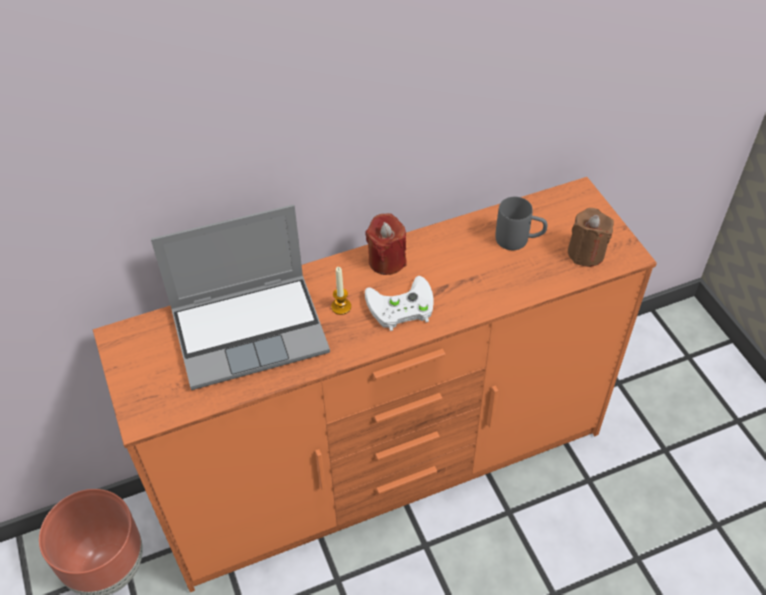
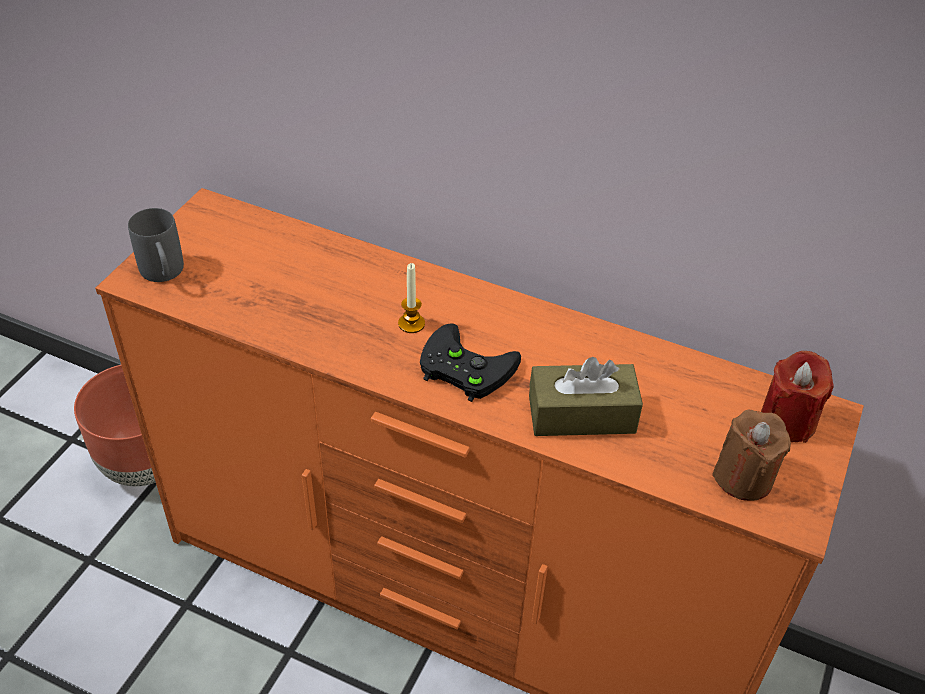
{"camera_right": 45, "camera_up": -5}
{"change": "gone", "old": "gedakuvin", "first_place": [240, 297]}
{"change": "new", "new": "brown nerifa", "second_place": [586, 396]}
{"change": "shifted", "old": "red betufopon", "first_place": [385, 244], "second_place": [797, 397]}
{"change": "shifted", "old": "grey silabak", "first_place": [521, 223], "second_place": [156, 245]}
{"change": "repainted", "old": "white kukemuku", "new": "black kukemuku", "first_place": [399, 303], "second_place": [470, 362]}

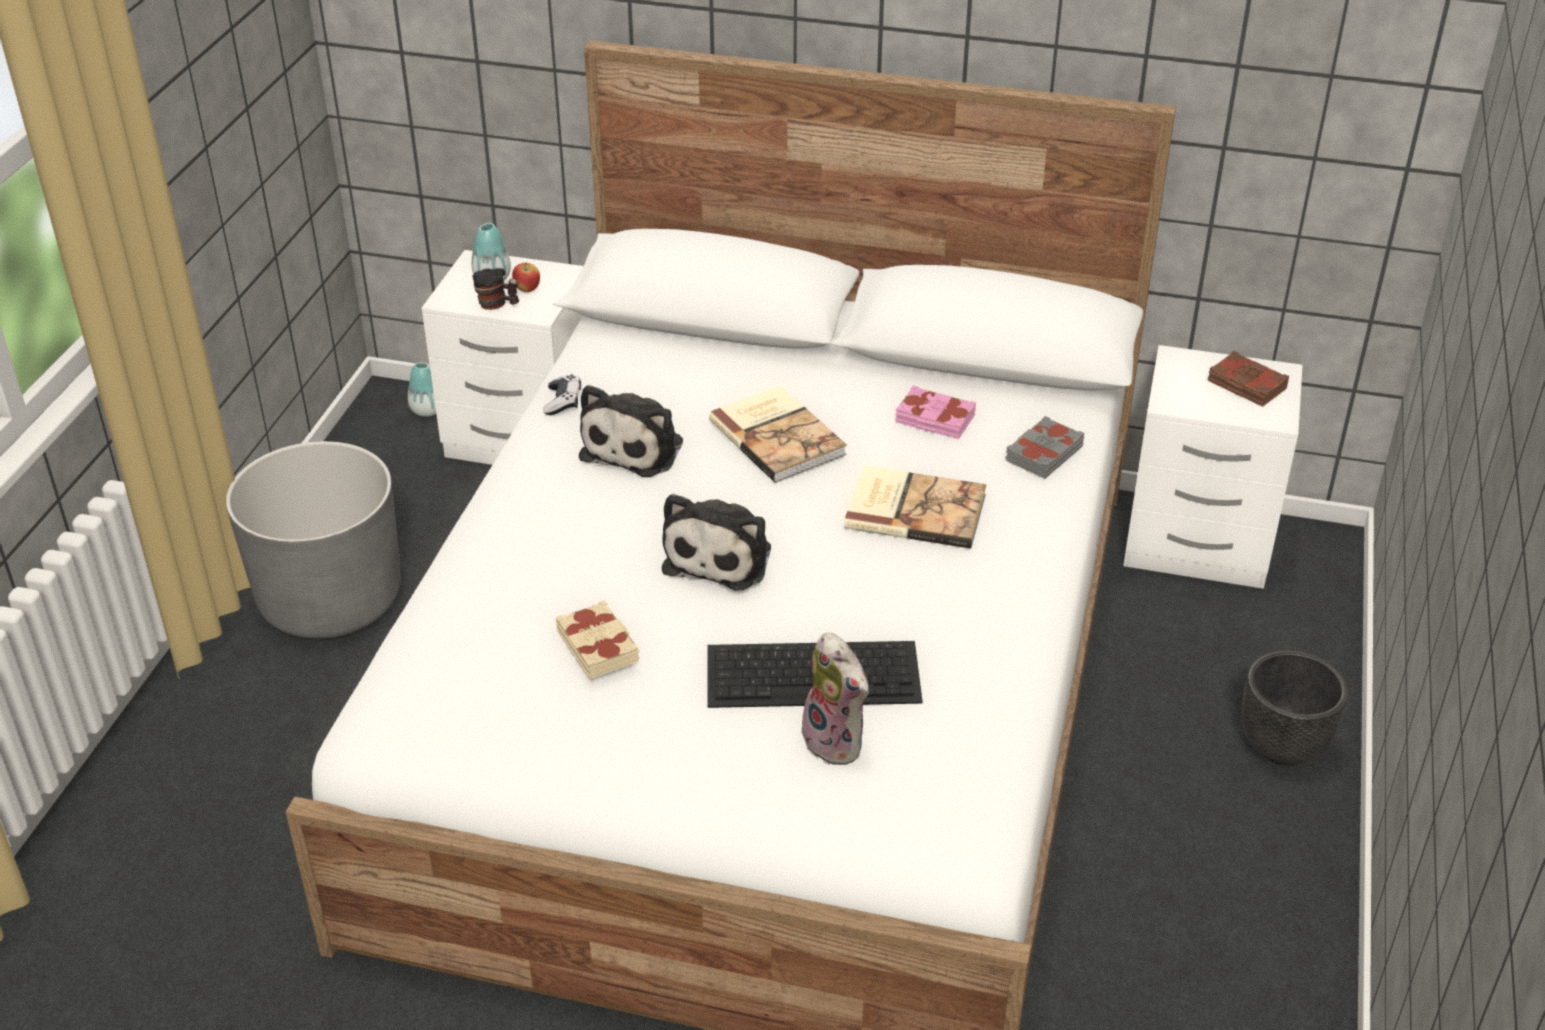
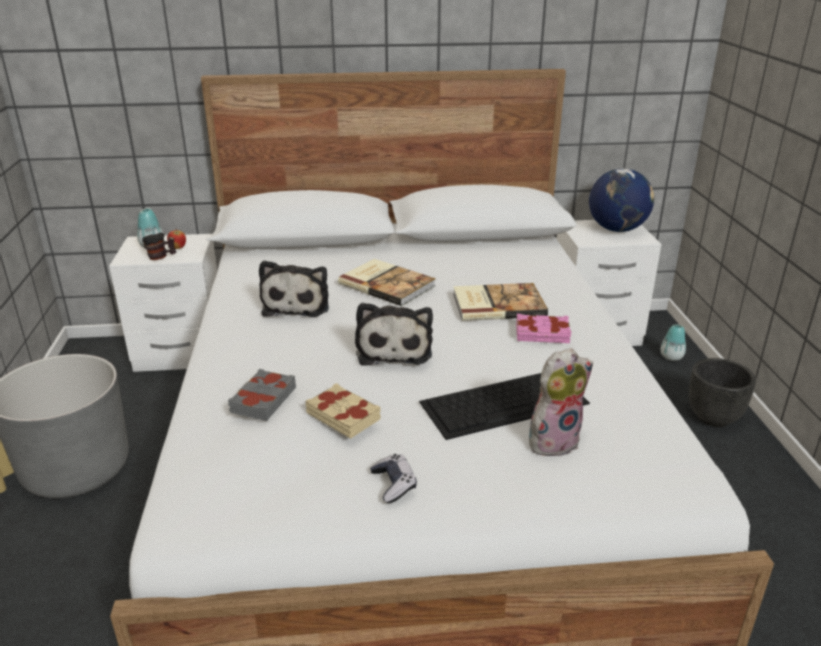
{"camera_right": -20, "camera_up": -10}
{"change": "shifted", "old": "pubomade", "first_place": [422, 389], "second_place": [673, 342]}
{"change": "shifted", "old": "kukemuku", "first_place": [562, 394], "second_place": [393, 478]}
{"change": "shifted", "old": "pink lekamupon", "first_place": [935, 412], "second_place": [544, 328]}
{"change": "shifted", "old": "grey lekamupon", "first_place": [1045, 447], "second_place": [262, 395]}
{"change": "swapped", "old": "brown lekamupon", "new": "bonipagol", "first_place": [1248, 379], "second_place": [621, 200]}
{"change": "rotated", "old": "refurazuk", "first_place": [834, 698], "second_place": [561, 402], "degrees": -60}

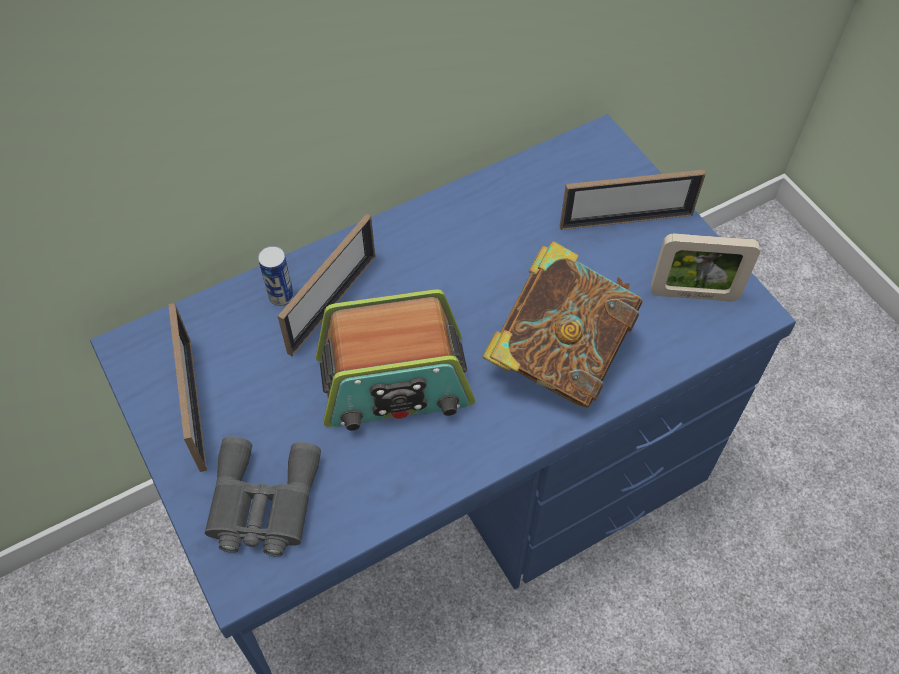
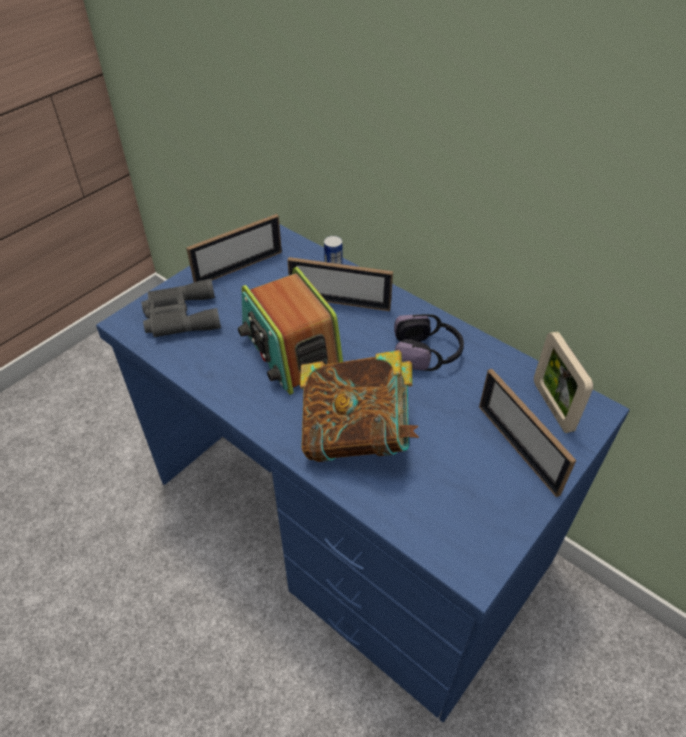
{"camera_right": 70, "camera_up": -10}
{"change": "new", "new": "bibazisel", "second_place": [429, 342]}
{"change": "shifted", "old": "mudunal", "first_place": [705, 267], "second_place": [563, 382]}

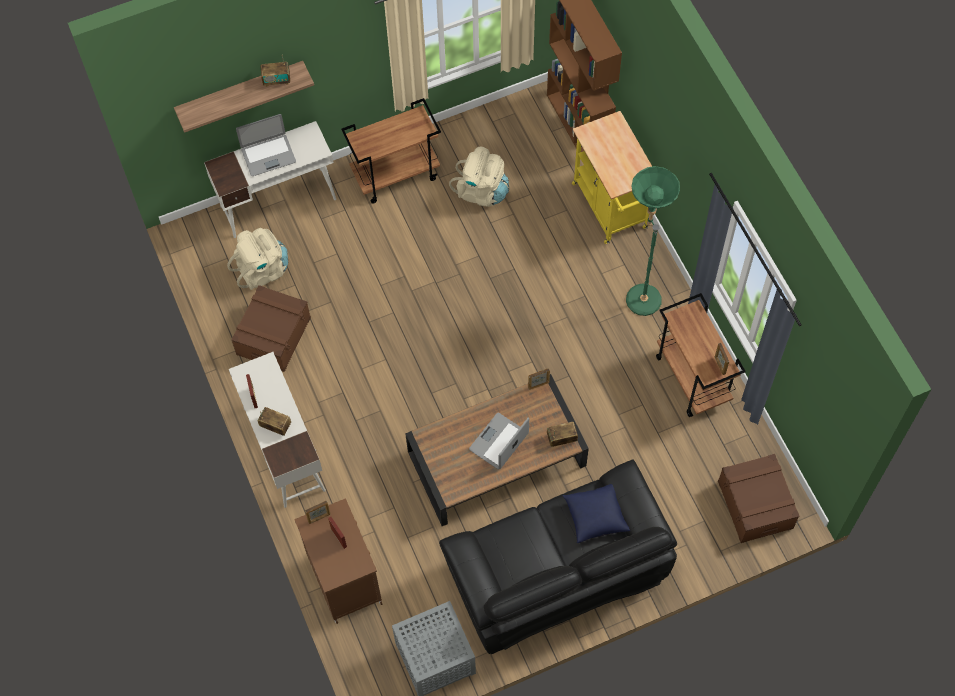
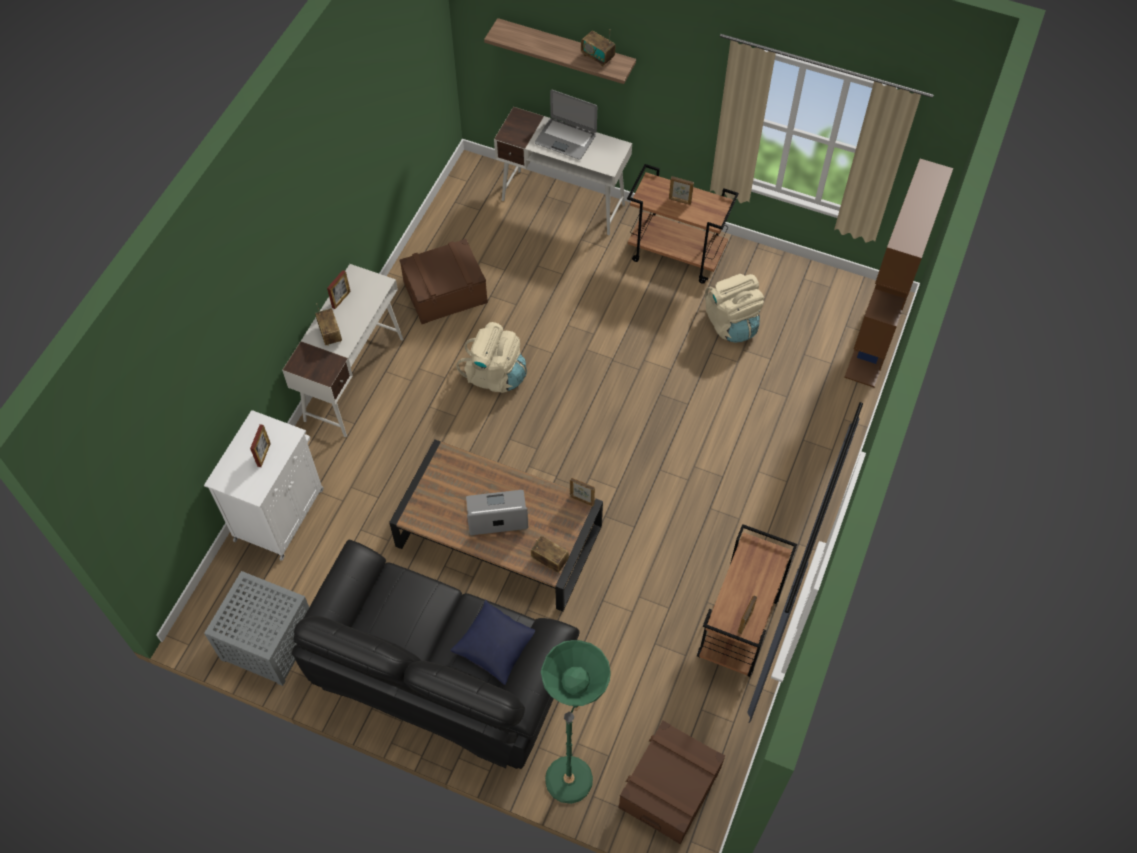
{"camera_right": 45, "camera_up": -5}
{"change": "gone", "old": "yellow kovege", "first_place": [612, 177]}
{"change": "shifted", "old": "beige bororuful", "first_place": [257, 259], "second_place": [491, 357]}
{"change": "shifted", "old": "mudunal", "first_place": [317, 512], "second_place": [681, 190]}
{"change": "shifted", "old": "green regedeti", "first_place": [653, 241], "second_place": [576, 722]}
{"change": "repainted", "old": "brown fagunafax", "new": "white fagunafax", "first_place": [338, 561], "second_place": [264, 485]}

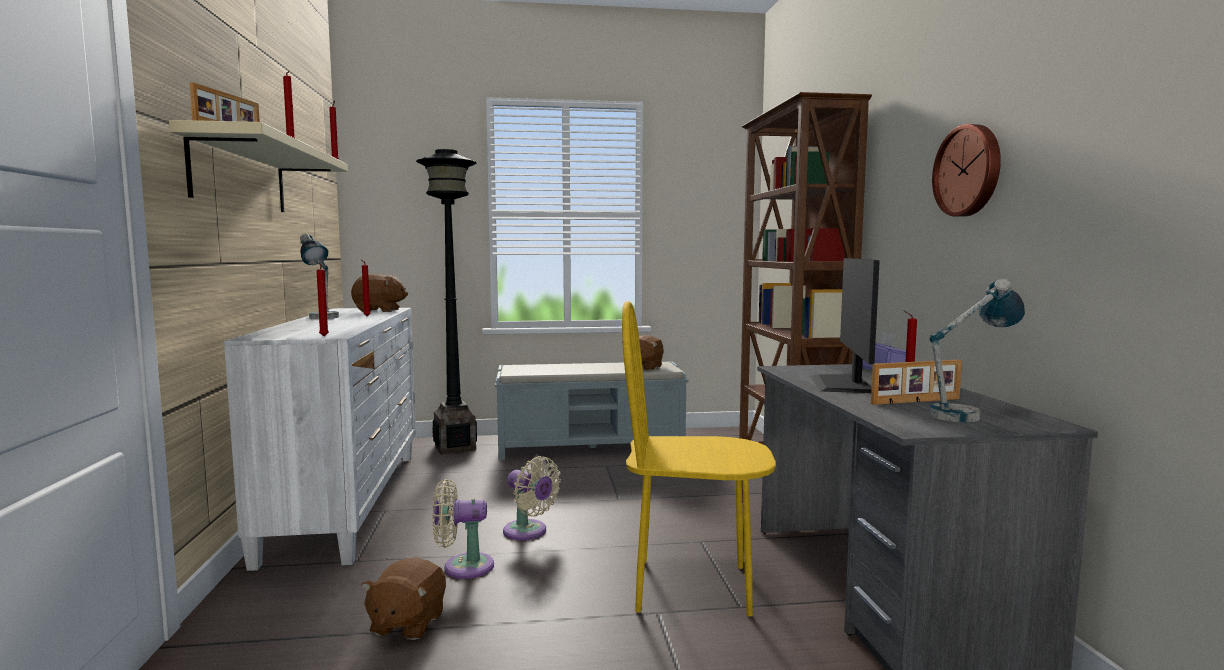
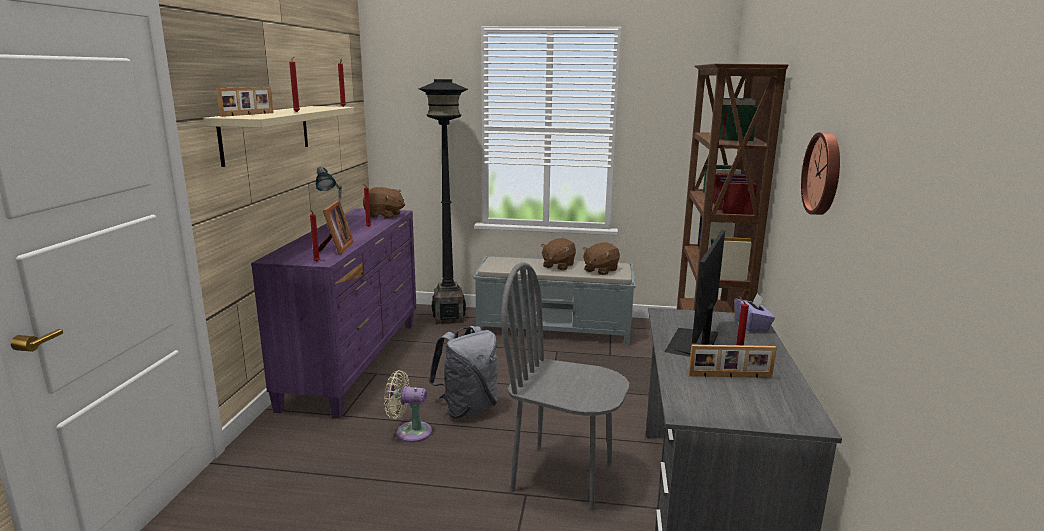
{"camera_right": 15, "camera_up": 10}
{"change": "gone", "old": "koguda", "first_place": [977, 351]}
{"change": "new", "new": "mudunal", "second_place": [336, 227]}
{"change": "shifted", "old": "brown refurazuk", "first_place": [403, 598], "second_place": [558, 254]}
{"change": "swapped", "old": "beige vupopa", "new": "grey bororuful", "first_place": [532, 498], "second_place": [463, 372]}
{"change": "repainted", "old": "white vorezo", "new": "purple vorezo", "first_place": [320, 439], "second_place": [333, 313]}
{"change": "repainted", "old": "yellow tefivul", "new": "grey tefivul", "first_place": [699, 459], "second_place": [565, 386]}

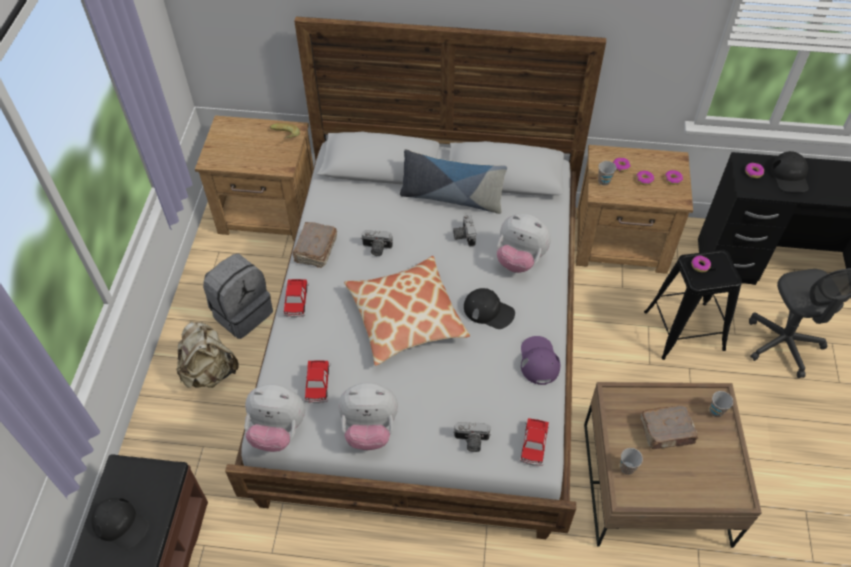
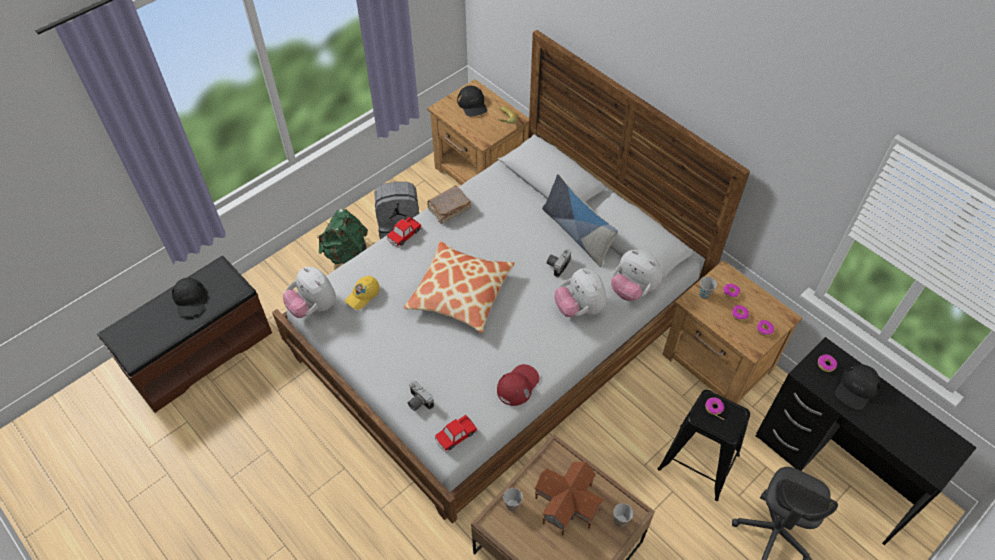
{"camera_right": 40, "camera_up": 0}
{"change": "gone", "old": "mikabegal", "first_place": [377, 243]}
{"change": "shifted", "old": "refurazuk", "first_place": [368, 416], "second_place": [637, 275]}
{"change": "shifted", "old": "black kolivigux", "first_place": [489, 308], "second_place": [472, 101]}
{"change": "swapped", "old": "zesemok", "new": "yellow kolivigux", "first_place": [317, 381], "second_place": [362, 293]}
{"change": "swapped", "old": "brown lekamupon", "new": "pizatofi", "first_place": [669, 427], "second_place": [569, 499]}
{"change": "repainted", "old": "beige bororuful", "new": "green bororuful", "first_place": [207, 355], "second_place": [342, 236]}
{"change": "repainted", "old": "purple kolivigux", "new": "red kolivigux", "first_place": [541, 360], "second_place": [518, 385]}

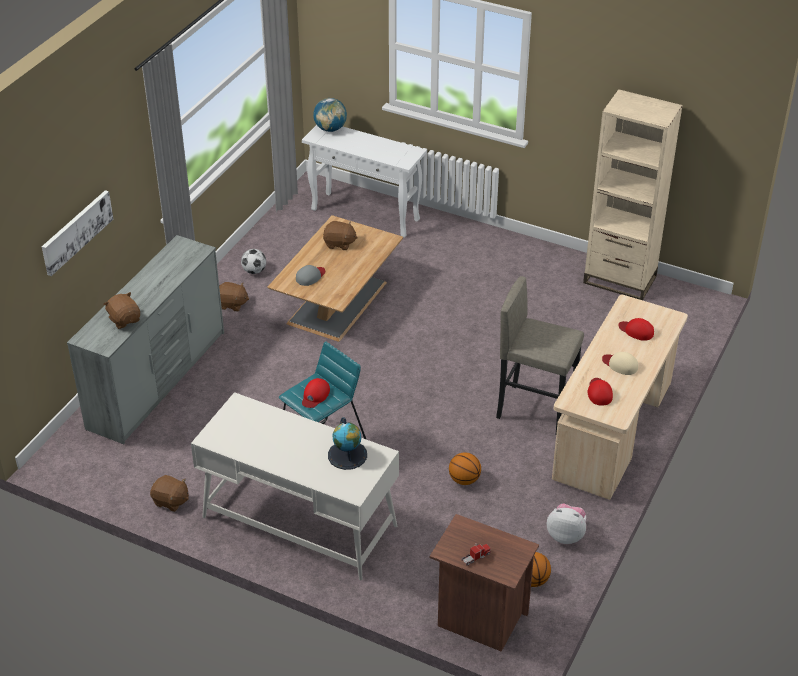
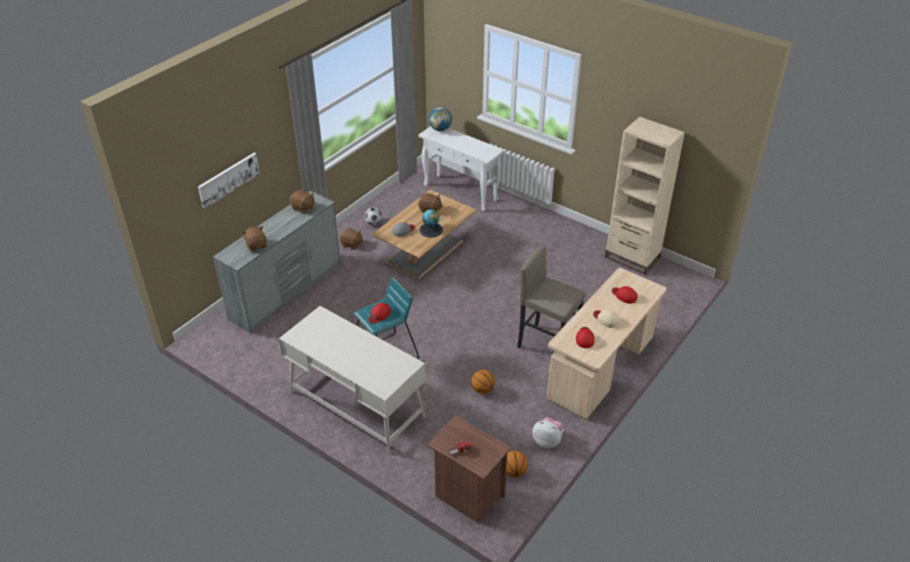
{"camera_right": 10, "camera_up": 0}
{"change": "shifted", "old": "brown refurazuk", "first_place": [169, 493], "second_place": [302, 202]}
{"change": "shifted", "old": "bonipagol", "first_place": [347, 443], "second_place": [431, 222]}

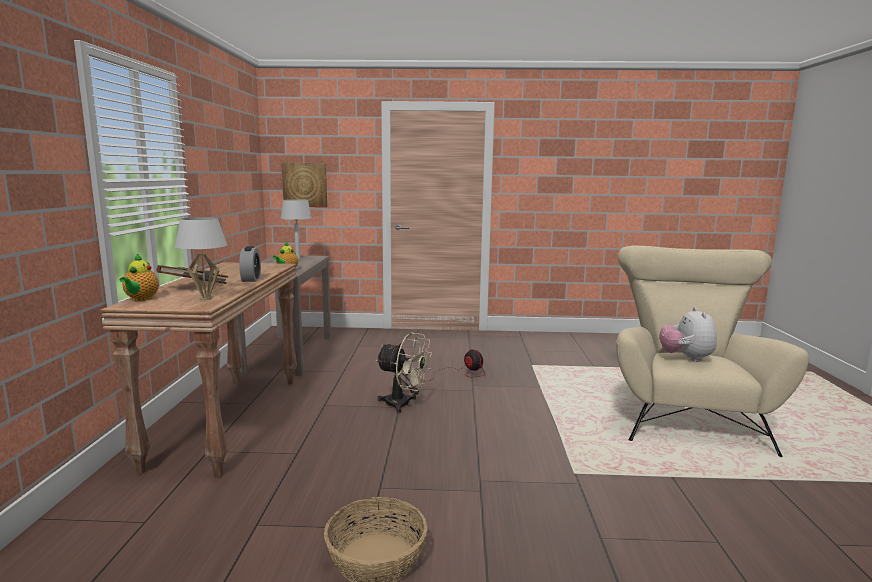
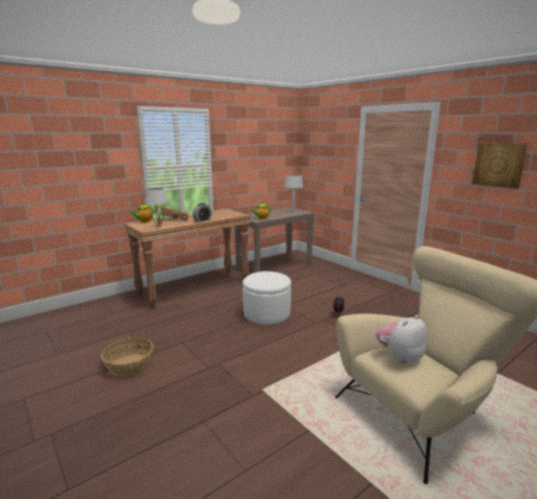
{"camera_right": 50, "camera_up": 5}
{"change": "shifted", "old": "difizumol", "first_place": [304, 185], "second_place": [500, 165]}
{"change": "swapped", "old": "beige vupopa", "new": "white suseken", "first_place": [404, 373], "second_place": [267, 298]}

